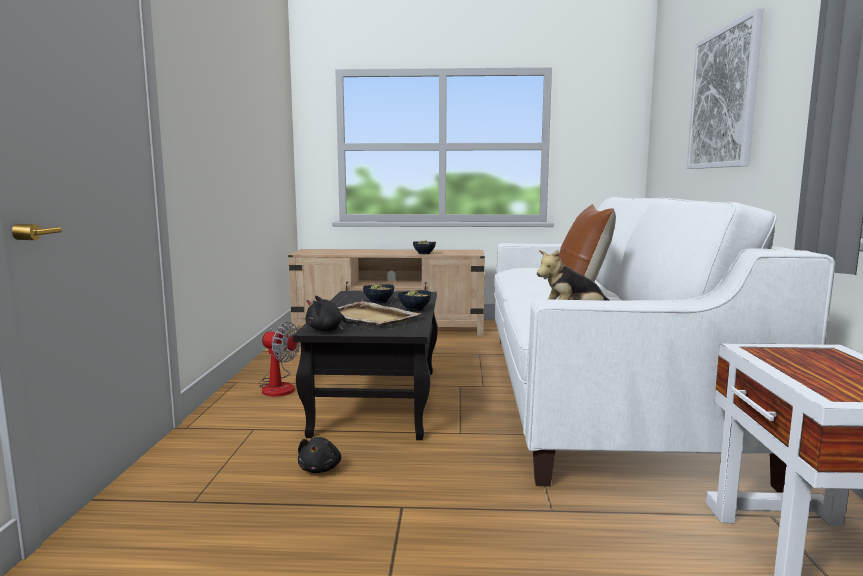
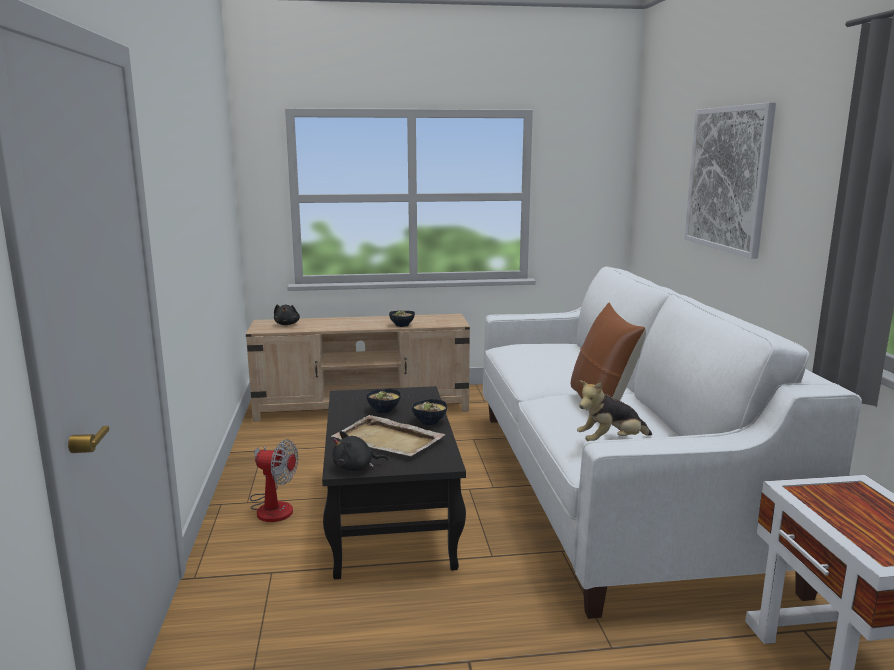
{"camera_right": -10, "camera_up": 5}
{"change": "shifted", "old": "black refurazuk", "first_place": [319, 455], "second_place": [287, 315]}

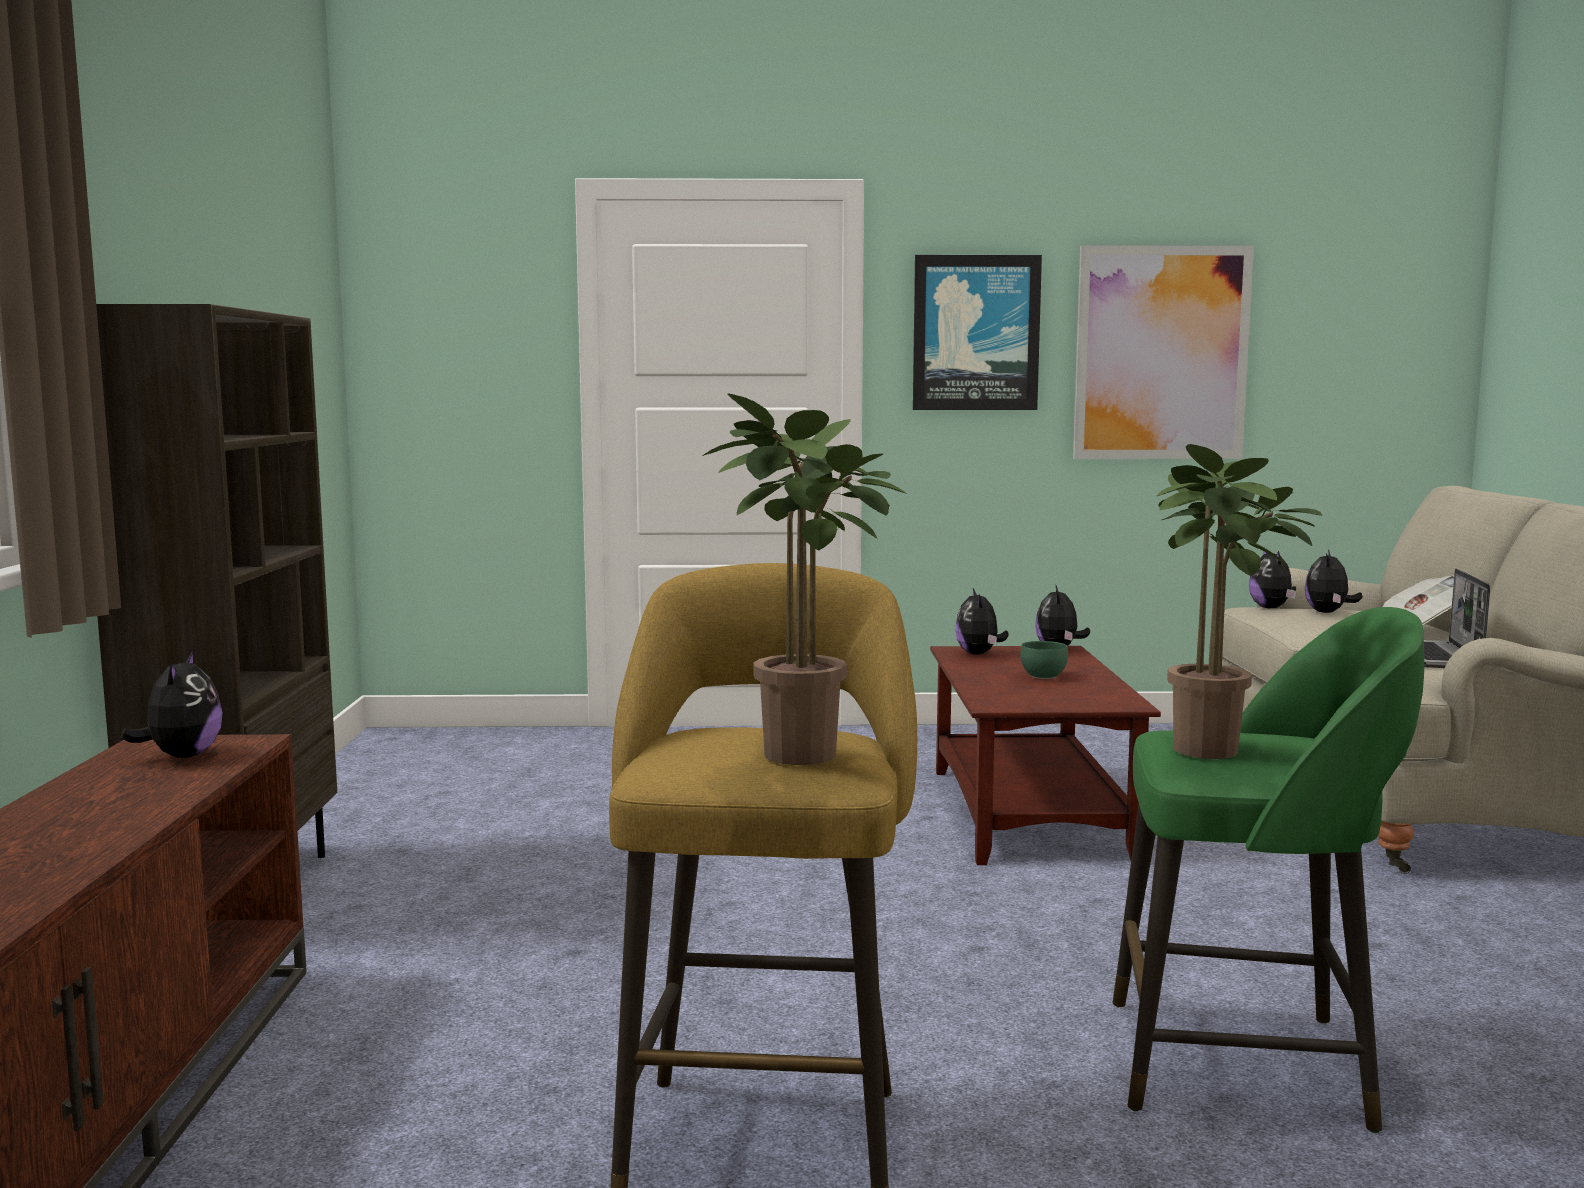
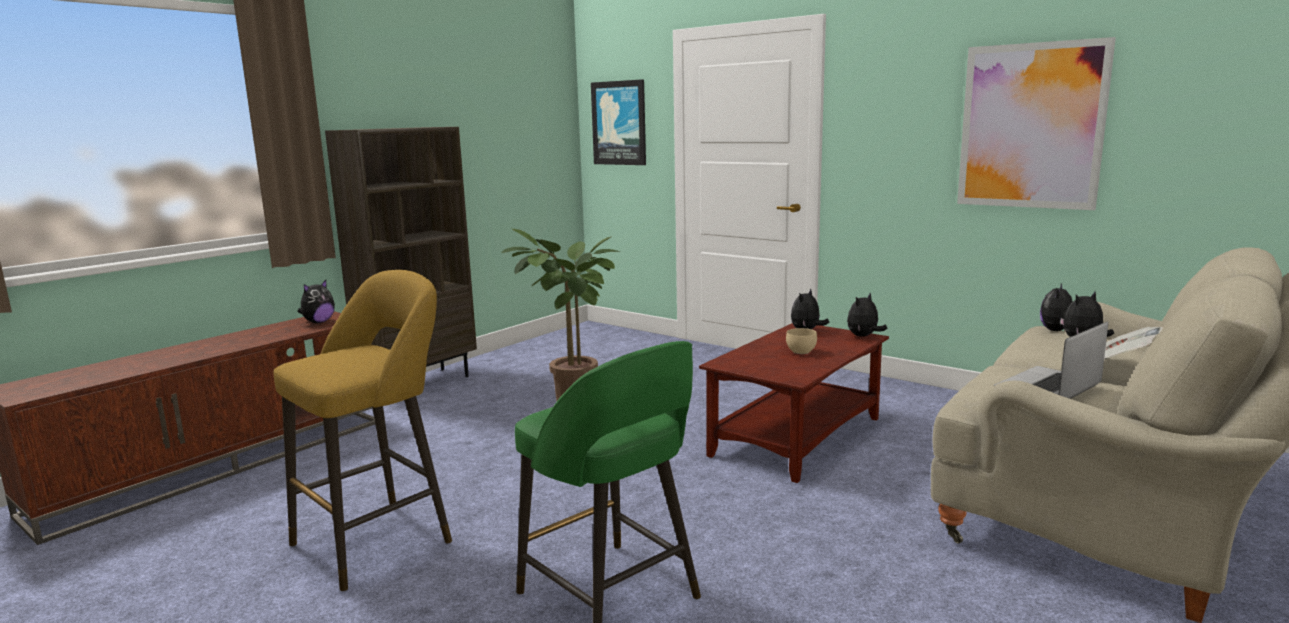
{"camera_right": 40, "camera_up": 5}
{"change": "gone", "old": "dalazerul", "first_place": [805, 579]}
{"change": "shifted", "old": "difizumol", "first_place": [977, 332], "second_place": [618, 122]}
{"change": "repainted", "old": "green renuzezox", "new": "beige renuzezox", "first_place": [1044, 660], "second_place": [801, 341]}

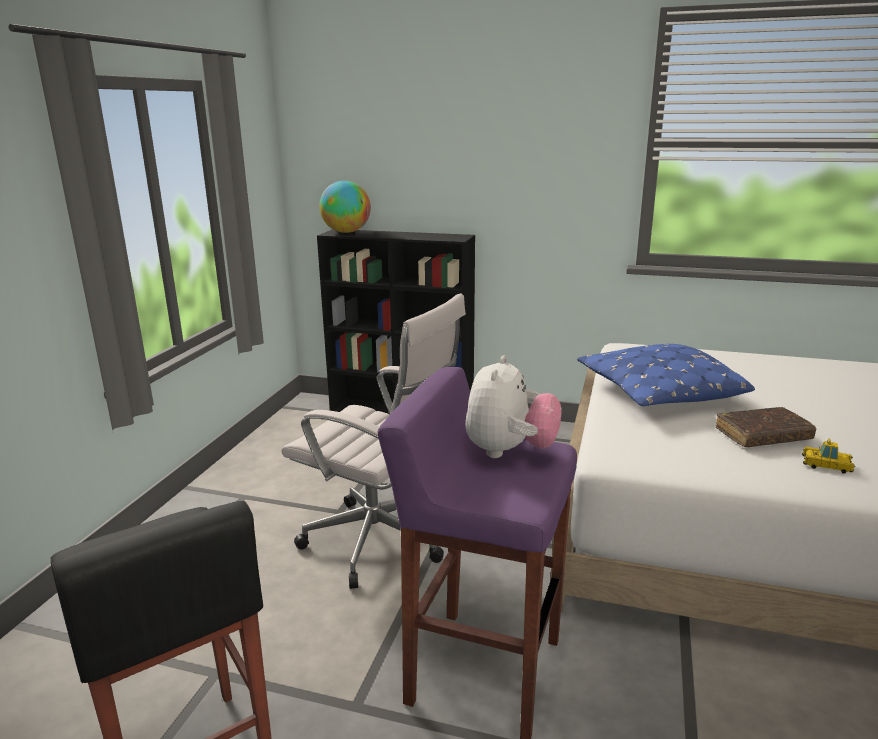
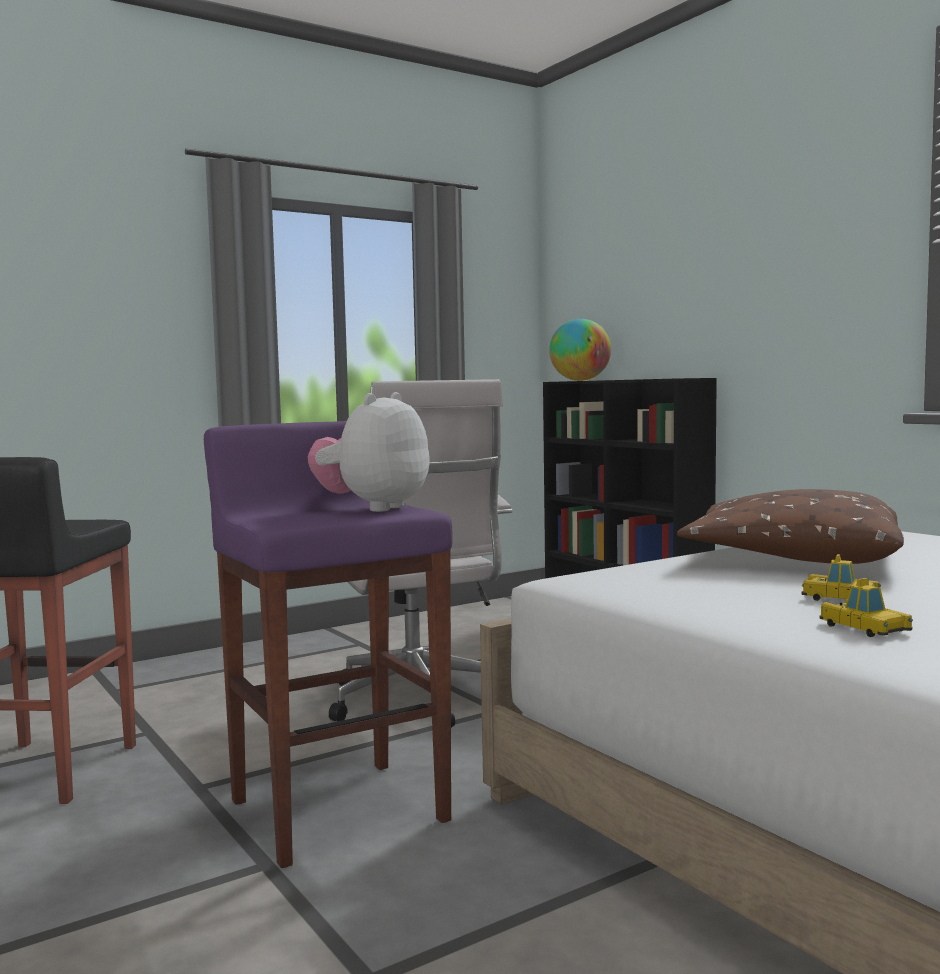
{"camera_right": 40, "camera_up": -15}
{"change": "swapped", "old": "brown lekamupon", "new": "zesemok", "first_place": [766, 427], "second_place": [841, 577]}
{"change": "repainted", "old": "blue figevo", "new": "brown figevo", "first_place": [666, 375], "second_place": [790, 526]}
{"change": "rotated", "old": "refurazuk", "first_place": [513, 406], "second_place": [368, 452], "degrees": 150}

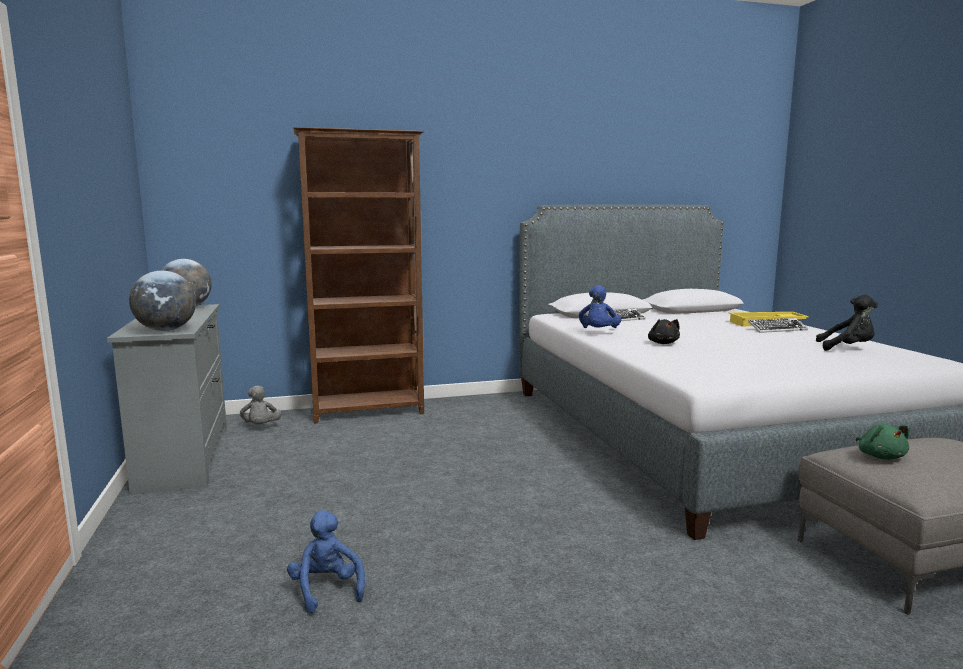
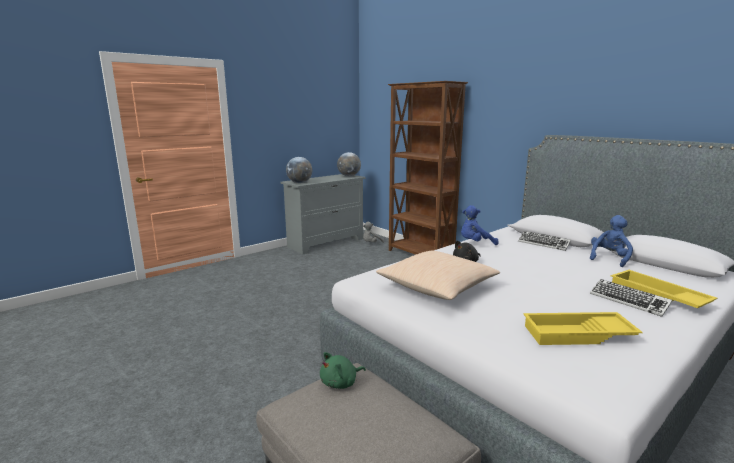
{"camera_right": 65, "camera_up": 5}
{"change": "new", "new": "beige figevo", "second_place": [438, 275]}
{"change": "shifted", "old": "blue refurazuk", "first_place": [326, 561], "second_place": [611, 241]}
{"change": "swapped", "old": "black refurazuk", "new": "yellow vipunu", "first_place": [847, 323], "second_place": [583, 328]}

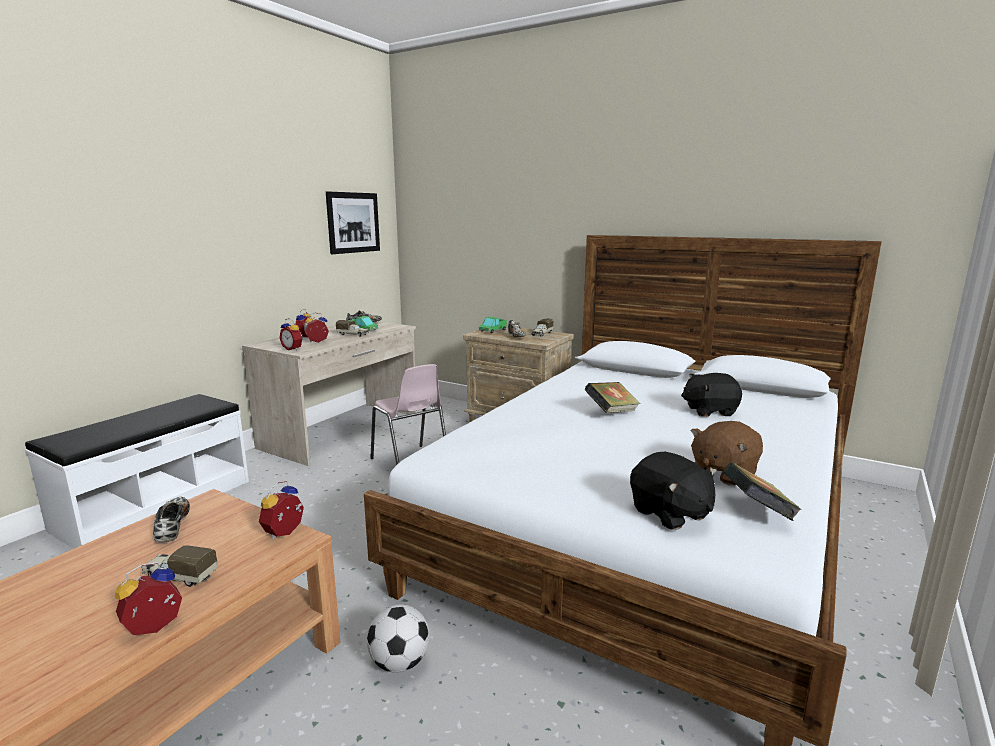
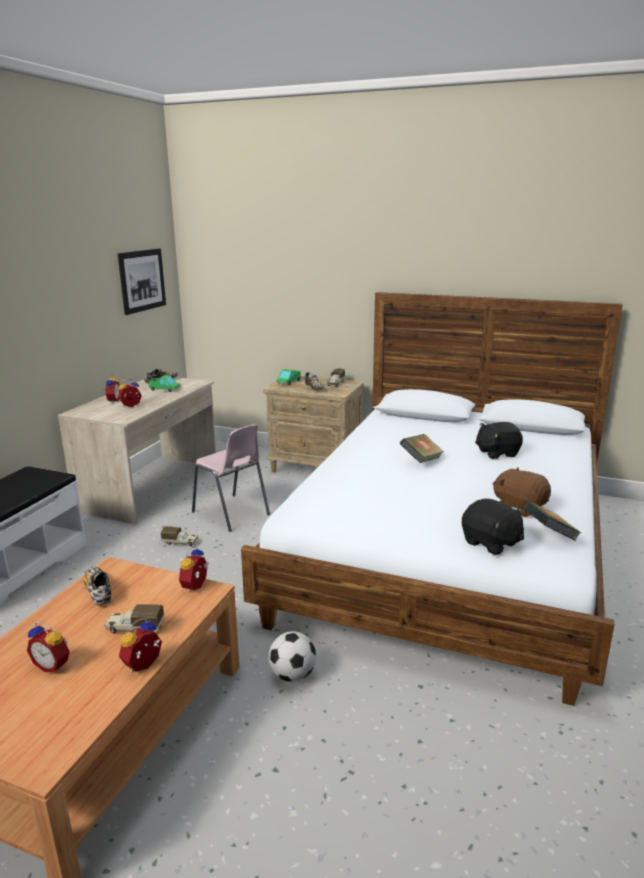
{"camera_right": -10, "camera_up": 5}
{"change": "shifted", "old": "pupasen", "first_place": [290, 334], "second_place": [48, 647]}
{"change": "shifted", "old": "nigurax", "first_place": [352, 328], "second_place": [179, 536]}
{"change": "rotated", "old": "brown refurazuk", "first_place": [727, 453], "second_place": [522, 492], "degrees": 90}

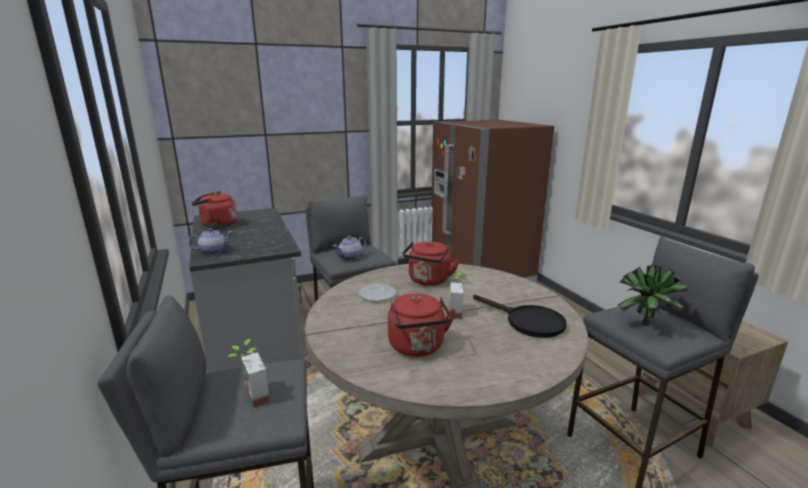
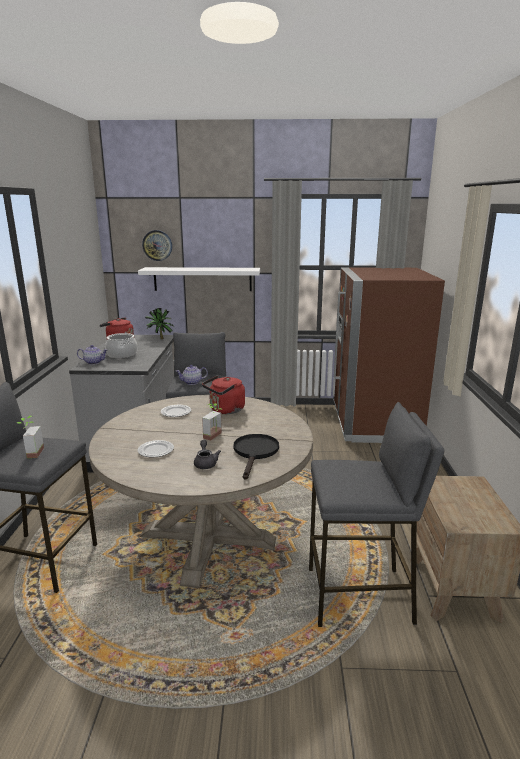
{"camera_right": 25, "camera_up": 0}
{"change": "new", "new": "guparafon", "second_place": [121, 345]}
{"change": "new", "new": "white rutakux", "second_place": [199, 279]}
{"change": "new", "new": "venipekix", "second_place": [157, 245]}
{"change": "new", "new": "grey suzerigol", "second_place": [207, 454]}
{"change": "shifted", "old": "dalazerul", "first_place": [652, 295], "second_place": [159, 324]}
{"change": "swapped", "old": "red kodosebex", "new": "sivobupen", "first_place": [422, 325], "second_place": [156, 448]}
{"change": "rotated", "old": "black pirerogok", "first_place": [520, 316], "second_place": [256, 457], "degrees": -150}

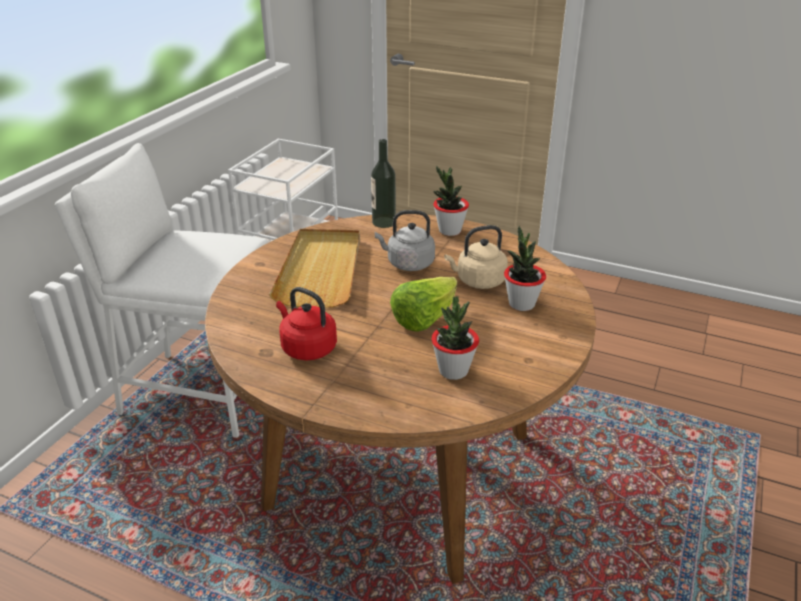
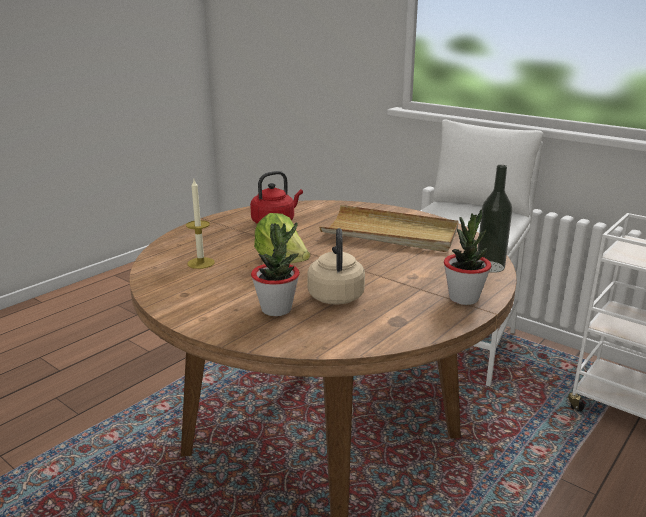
{"camera_right": 105, "camera_up": -10}
{"change": "gone", "old": "grey kodosebex", "first_place": [405, 240]}
{"change": "swapped", "old": "dalazerul", "new": "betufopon", "first_place": [455, 338], "second_place": [200, 224]}

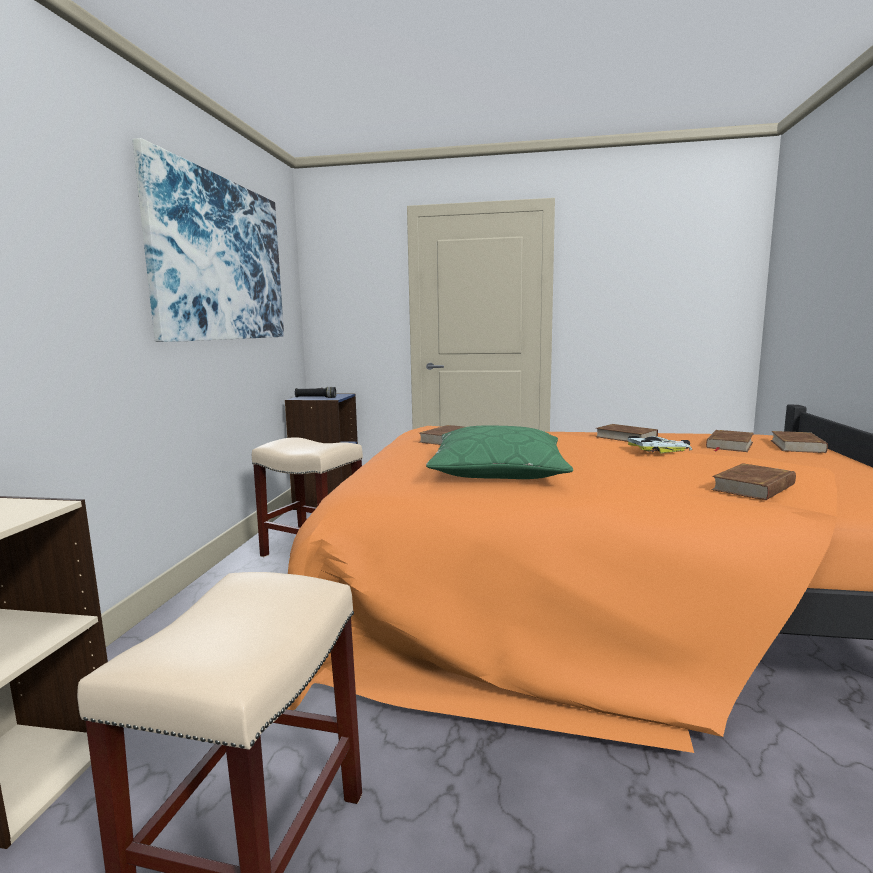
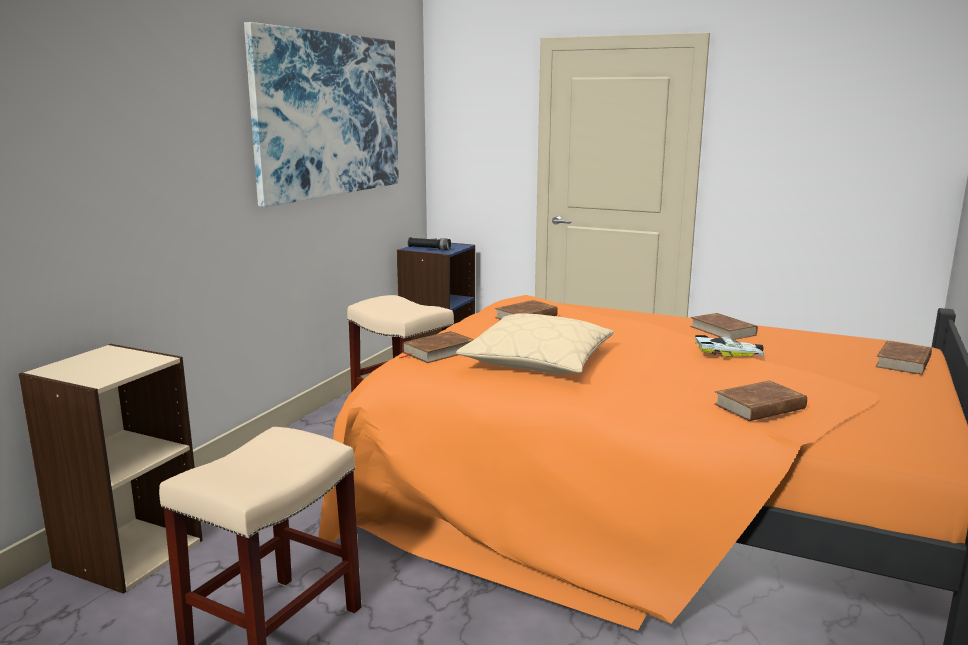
{"camera_right": 15, "camera_up": 5}
{"change": "shifted", "old": "brown lekamupon", "first_place": [730, 441], "second_place": [436, 347]}
{"change": "repainted", "old": "green figevo", "new": "beige figevo", "first_place": [499, 452], "second_place": [535, 343]}

